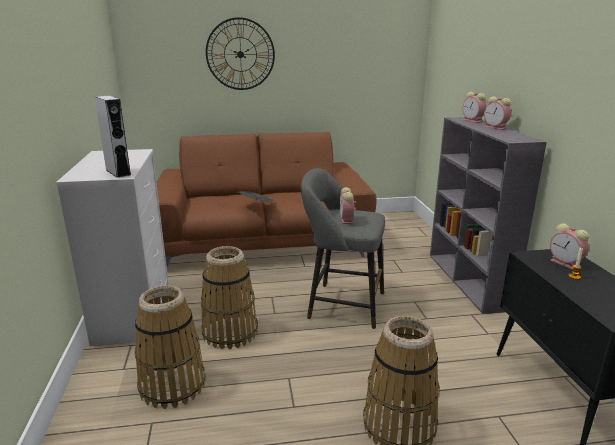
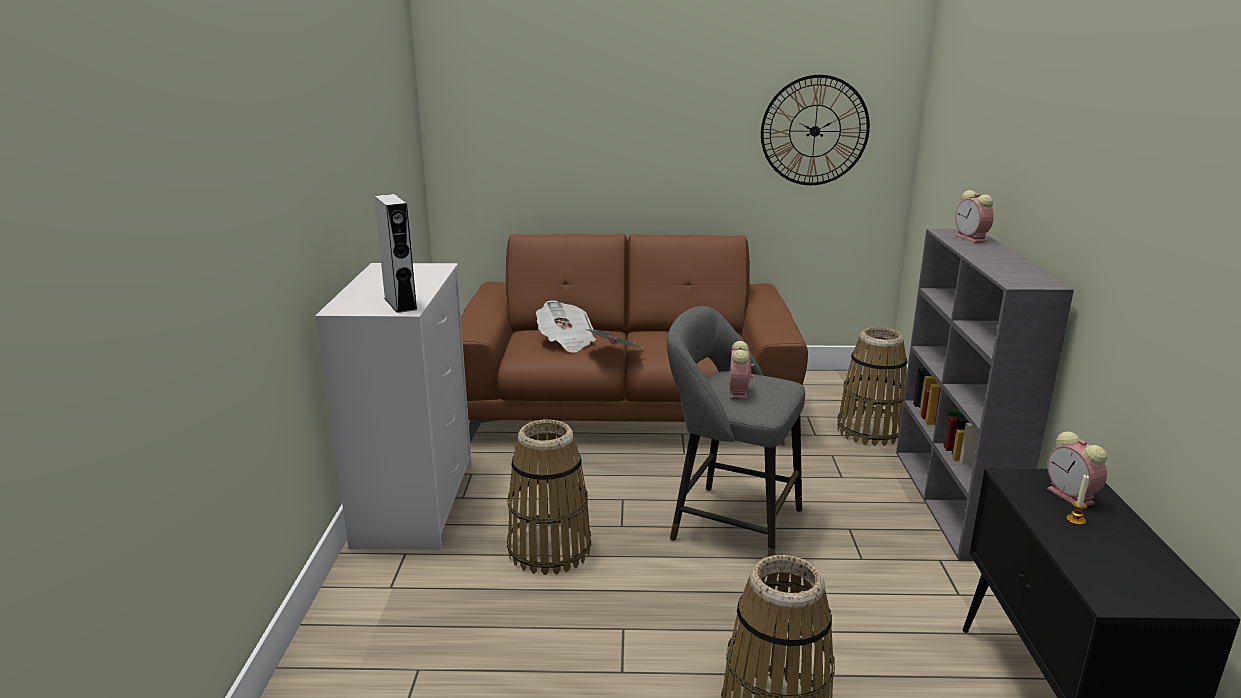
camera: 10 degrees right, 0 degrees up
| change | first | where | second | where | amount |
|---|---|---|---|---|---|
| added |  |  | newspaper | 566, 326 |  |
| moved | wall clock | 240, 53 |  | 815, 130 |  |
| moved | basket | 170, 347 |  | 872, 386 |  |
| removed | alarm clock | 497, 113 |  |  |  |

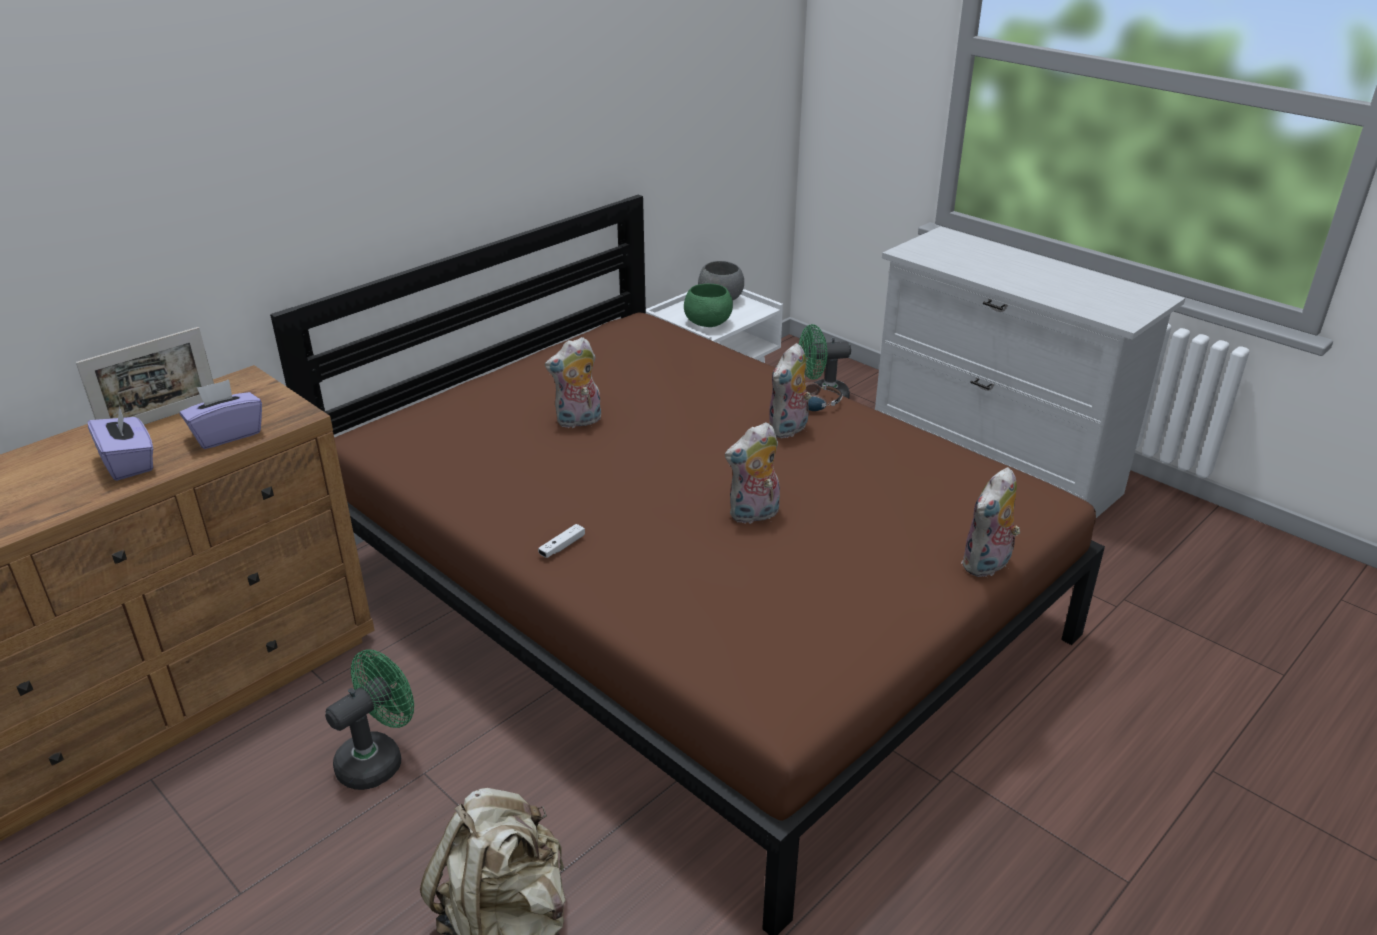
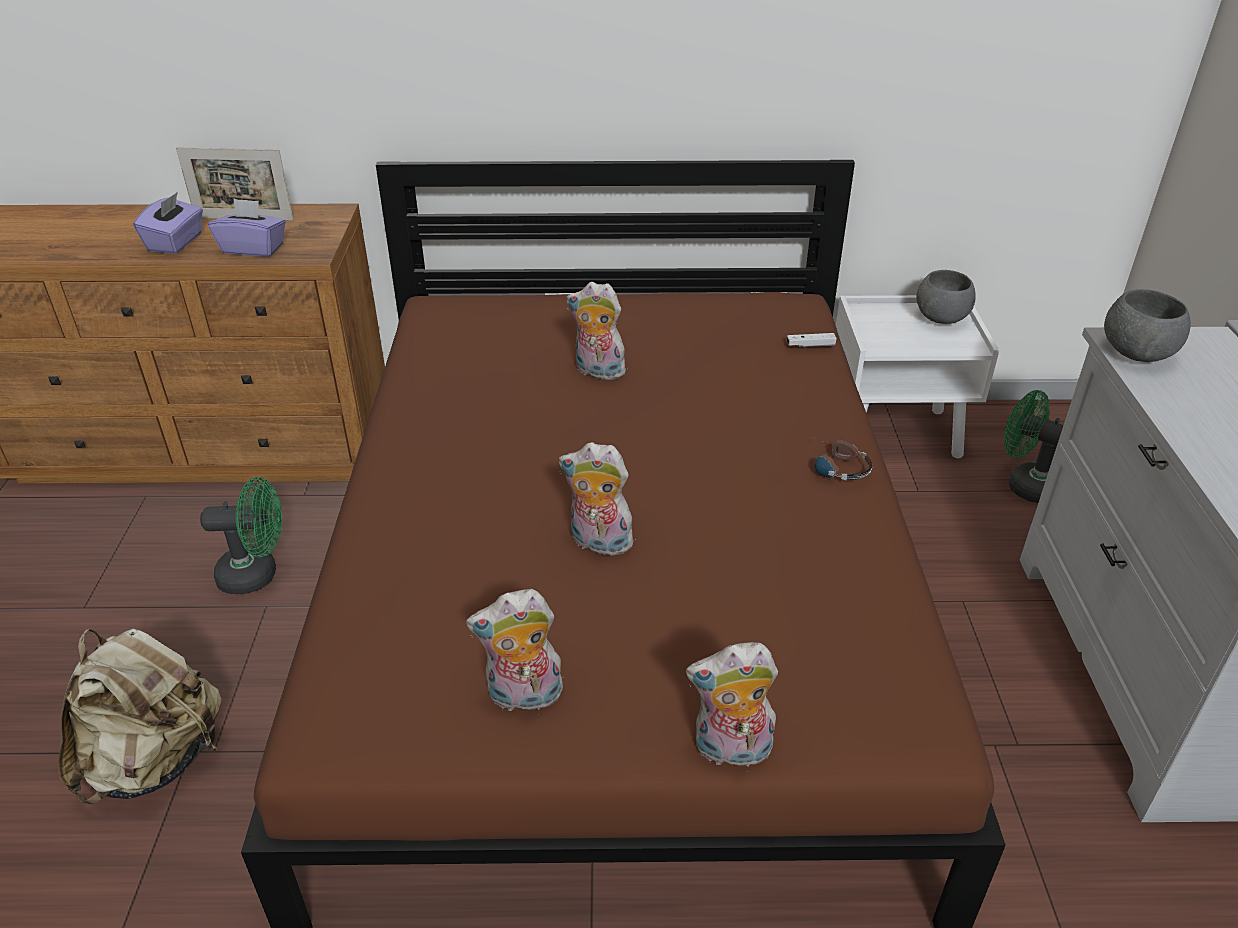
camera: 45 degrees right, 5 degrees up
| change | first | where | second | where | amount |
|---|---|---|---|---|---|
| moved | plush toy | 790, 390 |  | 515, 652 |  |
| moved | game controller (white) | 561, 541 |  | 812, 340 |  |
| added |  |  | bowl (grey) | 1147, 325 |  |
| removed | bowl (green) | 708, 305 |  |  |  |

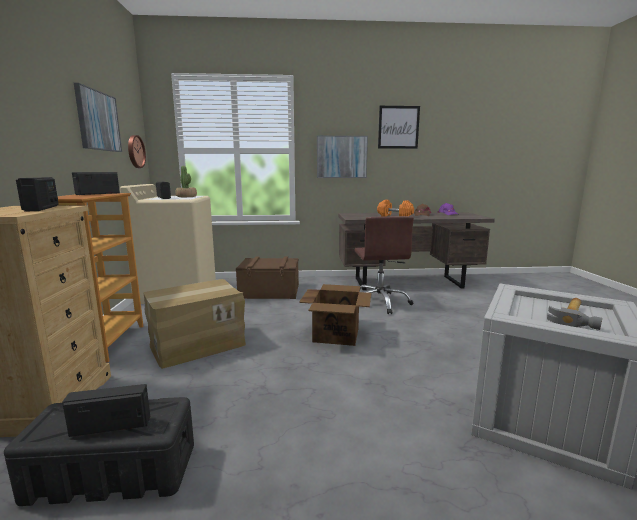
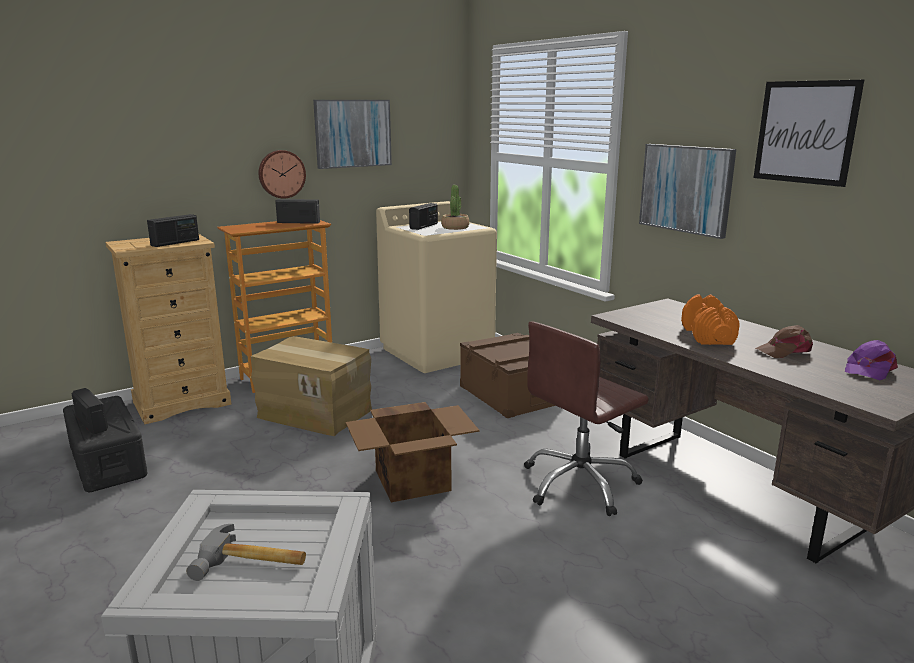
camera: 60 degrees right, 5 degrees up
| change | first | where | second | where | amount |
|---|---|---|---|---|---|
| moved | wall clock | 137, 151 |  | 282, 174 |  |

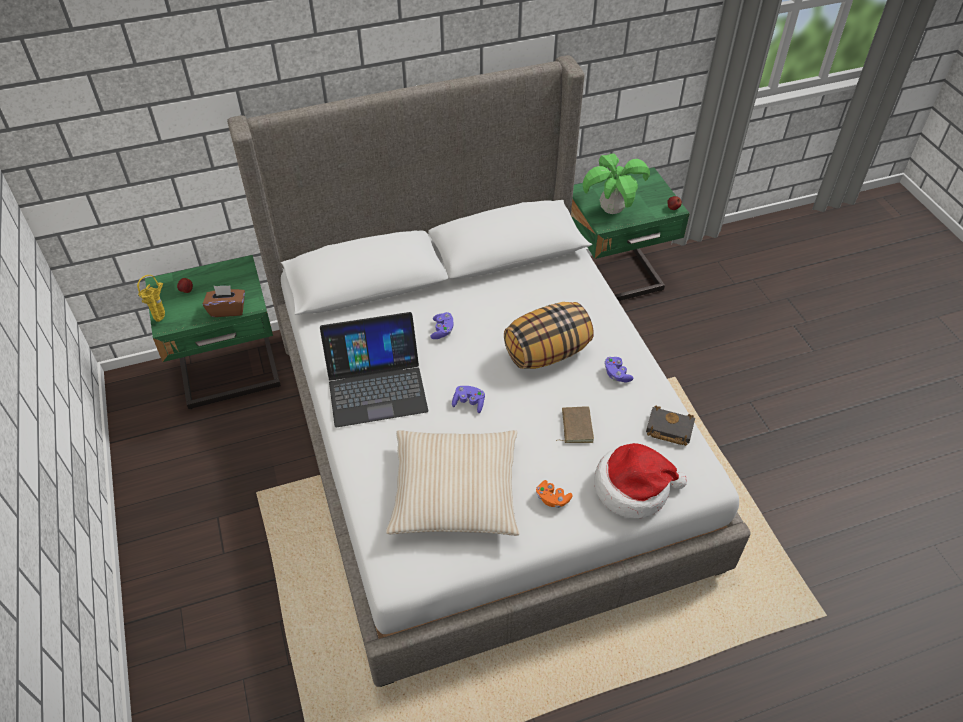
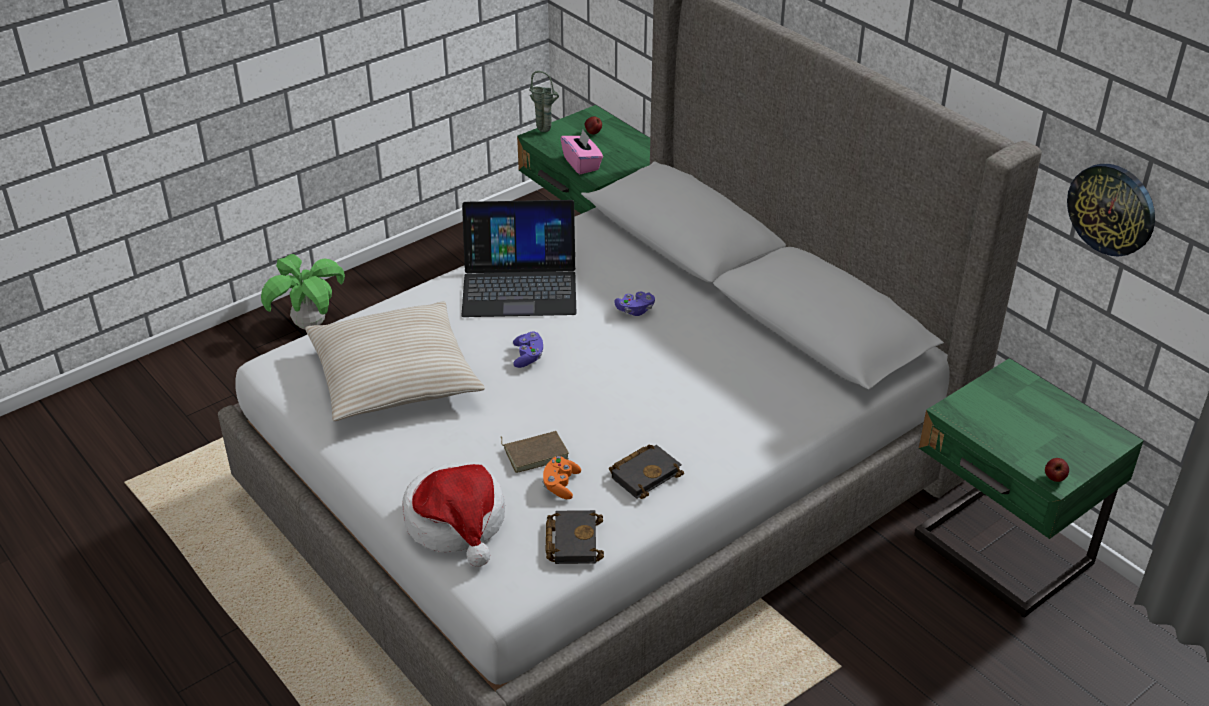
camera: 70 degrees right, 10 degrees down
| change | first | where | second | where | amount |
|---|---|---|---|---|---|
| moved | potted plant | 616, 183 |  | 303, 291 |  |
| turned | laptop | 374, 369 |  | 519, 258 | 60 degrees counterclockwise |
| recoloured | vase (yellow) | 151, 298 | vase (green) | 544, 101 |  |
| moved | game controller (orange) | 554, 494 |  | 561, 477 |  |
| recoloured | tissue box (brown) | 224, 301 | tissue box (pink) | 581, 152 |  |
| replaced | game controller (purple) | 619, 369 | book (black) | 646, 472 |  |
| added |  |  | wall clock | 1111, 210 |  |
| removed | pillow | 549, 335 |  |  |  |

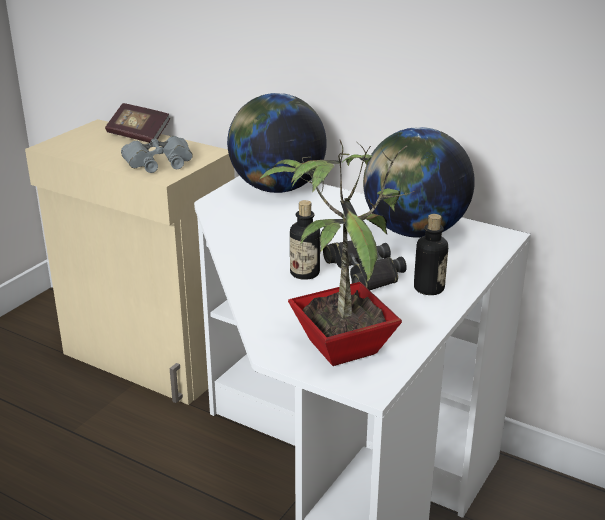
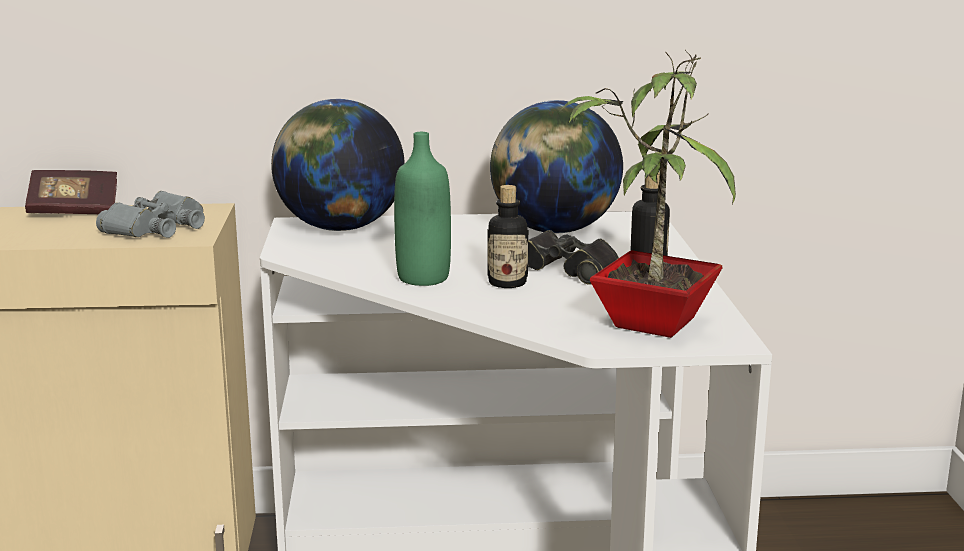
camera: 35 degrees left, 10 degrees down
| change | first | where | second | where | amount |
|---|---|---|---|---|---|
| added |  |  | bottle (green) | 422, 209 |  |

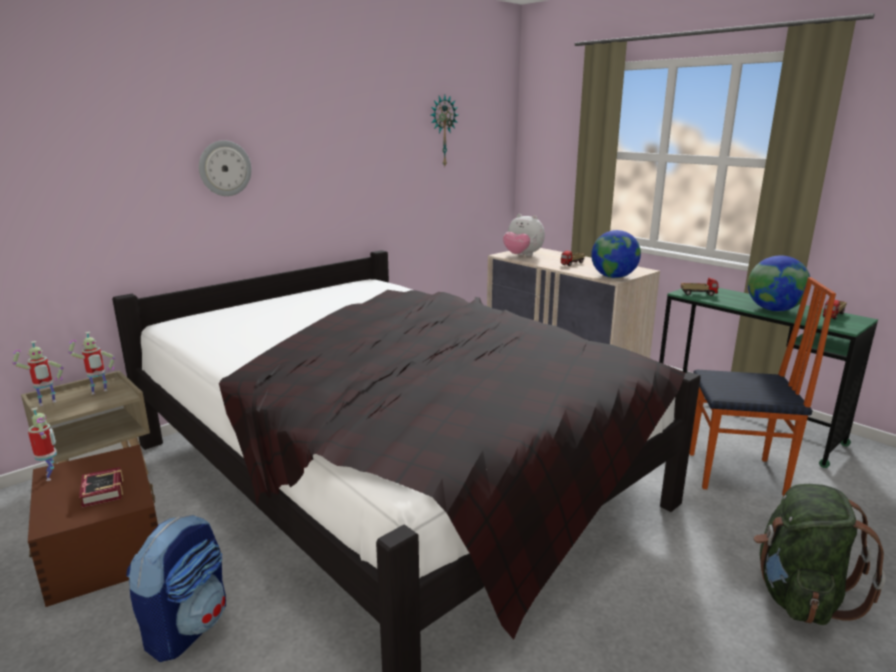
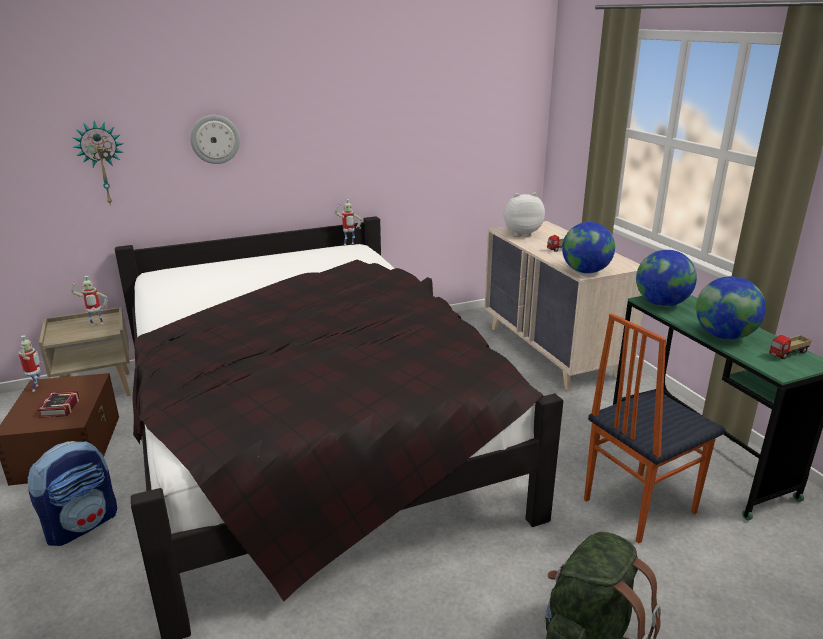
camera: 20 degrees right, 5 degrees up
| change | first | where | second | where | amount |
|---|---|---|---|---|---|
| moved | wall clock | 444, 130 |  | 98, 163 |  |
| moved | toy robot | 38, 373 |  | 348, 222 |  |
| turned | plush toy | 524, 235 |  | 524, 214 | 120 degrees clockwise |
| turned | chair | 762, 386 |  | 654, 428 | 120 degrees clockwise |
| replaced | toy truck | 699, 287 | globe | 666, 278 |  |

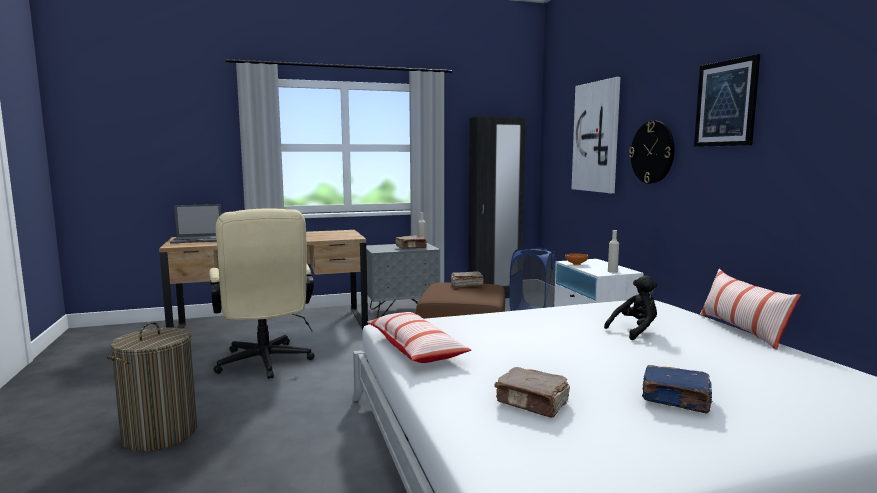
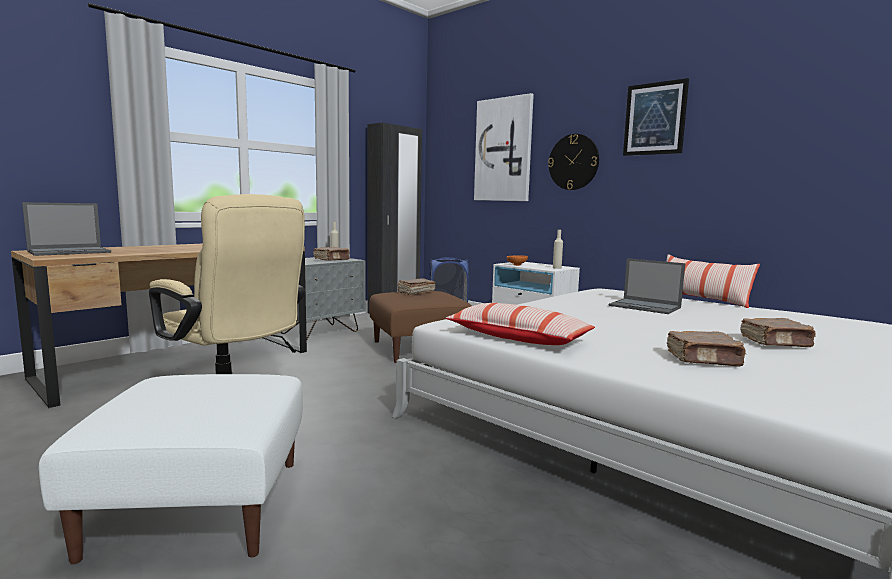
camera: 30 degrees left, 0 degrees up
| change | first | where | second | where | amount |
|---|---|---|---|---|---|
| replaced | laundry basket | 152, 387 | ottoman (white) | 171, 469 |  |
| replaced | plush toy (black) | 630, 307 | laptop | 647, 286 |  |
| recoloured | book (blue) | 677, 389 | book (brown) | 778, 332 |  |

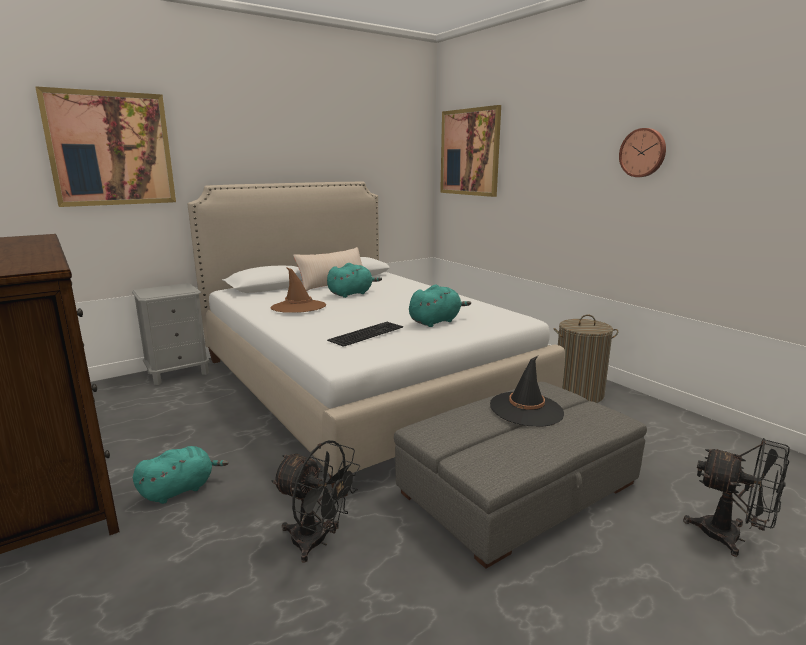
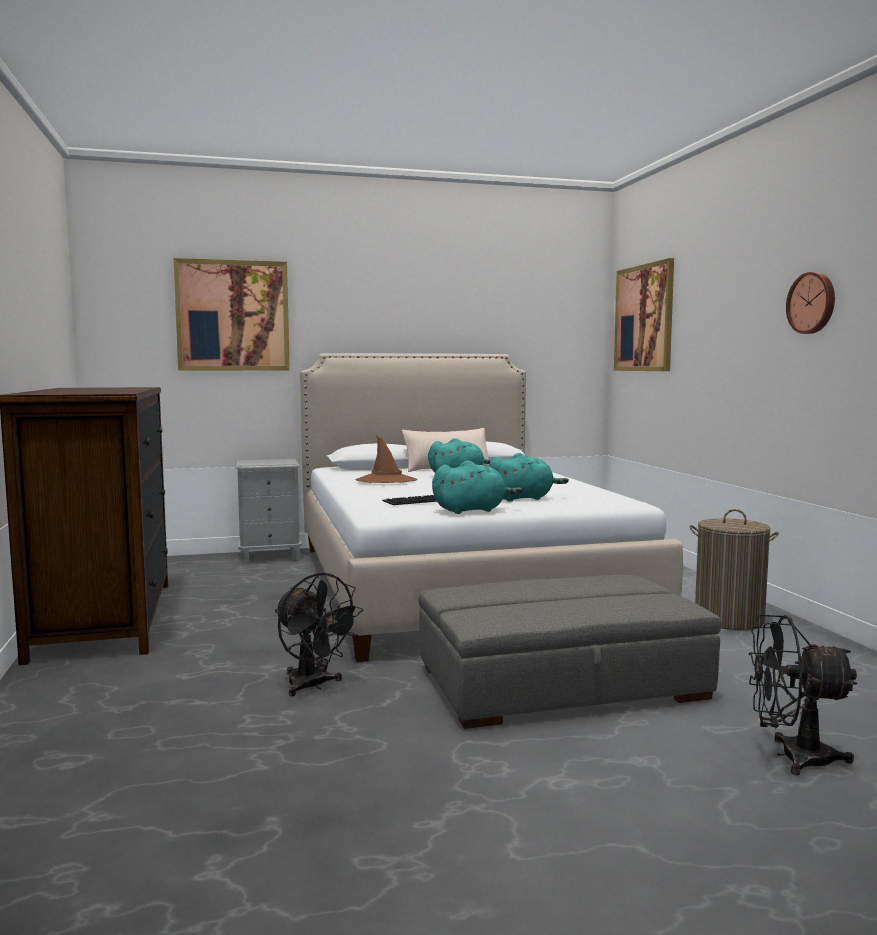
camera: 20 degrees right, 10 degrees down
| change | first | where | second | where | amount |
|---|---|---|---|---|---|
| moved | plush toy (turquoise) | 181, 475 |  | 477, 487 |  |
| turned | fan (black) | 736, 497 |  | 802, 695 | 135 degrees clockwise |
| removed | hat (black) | 527, 391 |  |  |  |

